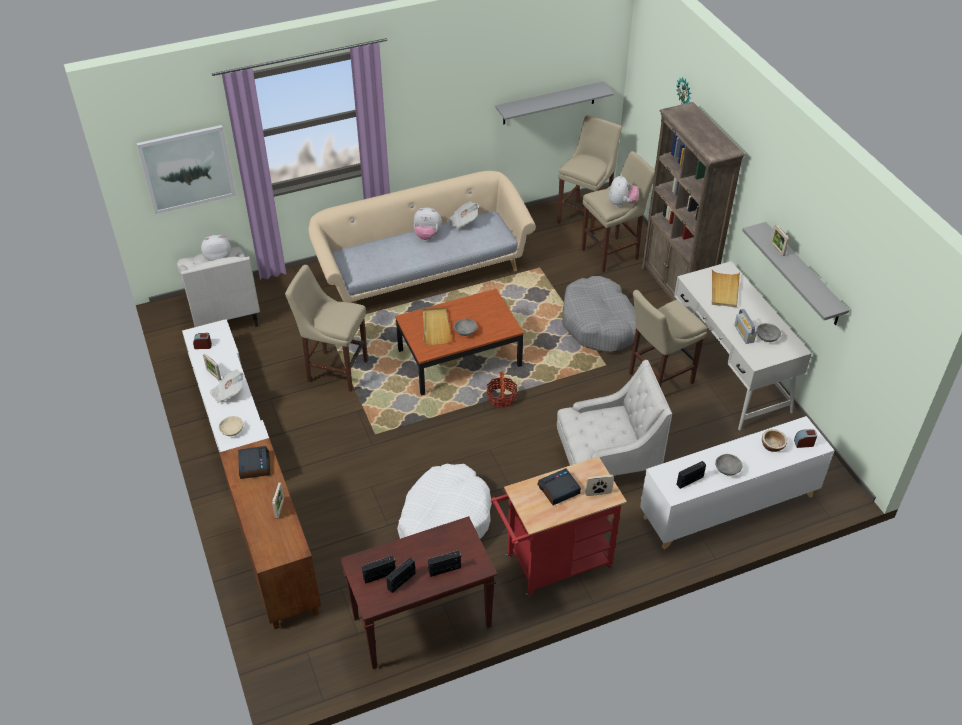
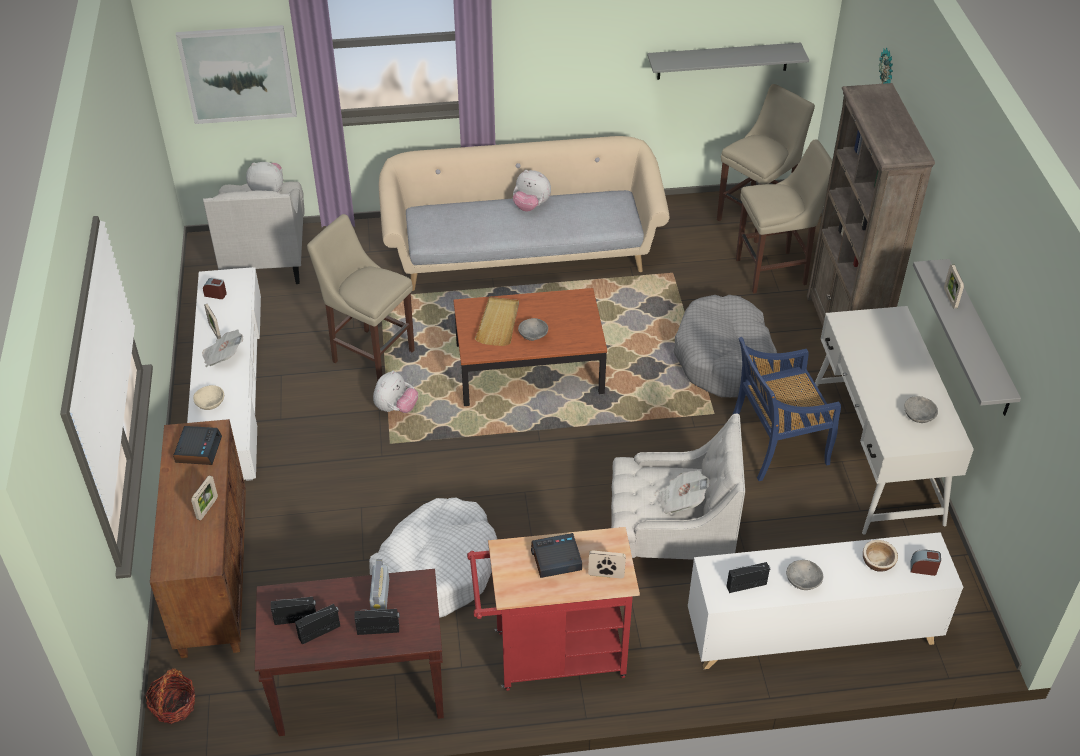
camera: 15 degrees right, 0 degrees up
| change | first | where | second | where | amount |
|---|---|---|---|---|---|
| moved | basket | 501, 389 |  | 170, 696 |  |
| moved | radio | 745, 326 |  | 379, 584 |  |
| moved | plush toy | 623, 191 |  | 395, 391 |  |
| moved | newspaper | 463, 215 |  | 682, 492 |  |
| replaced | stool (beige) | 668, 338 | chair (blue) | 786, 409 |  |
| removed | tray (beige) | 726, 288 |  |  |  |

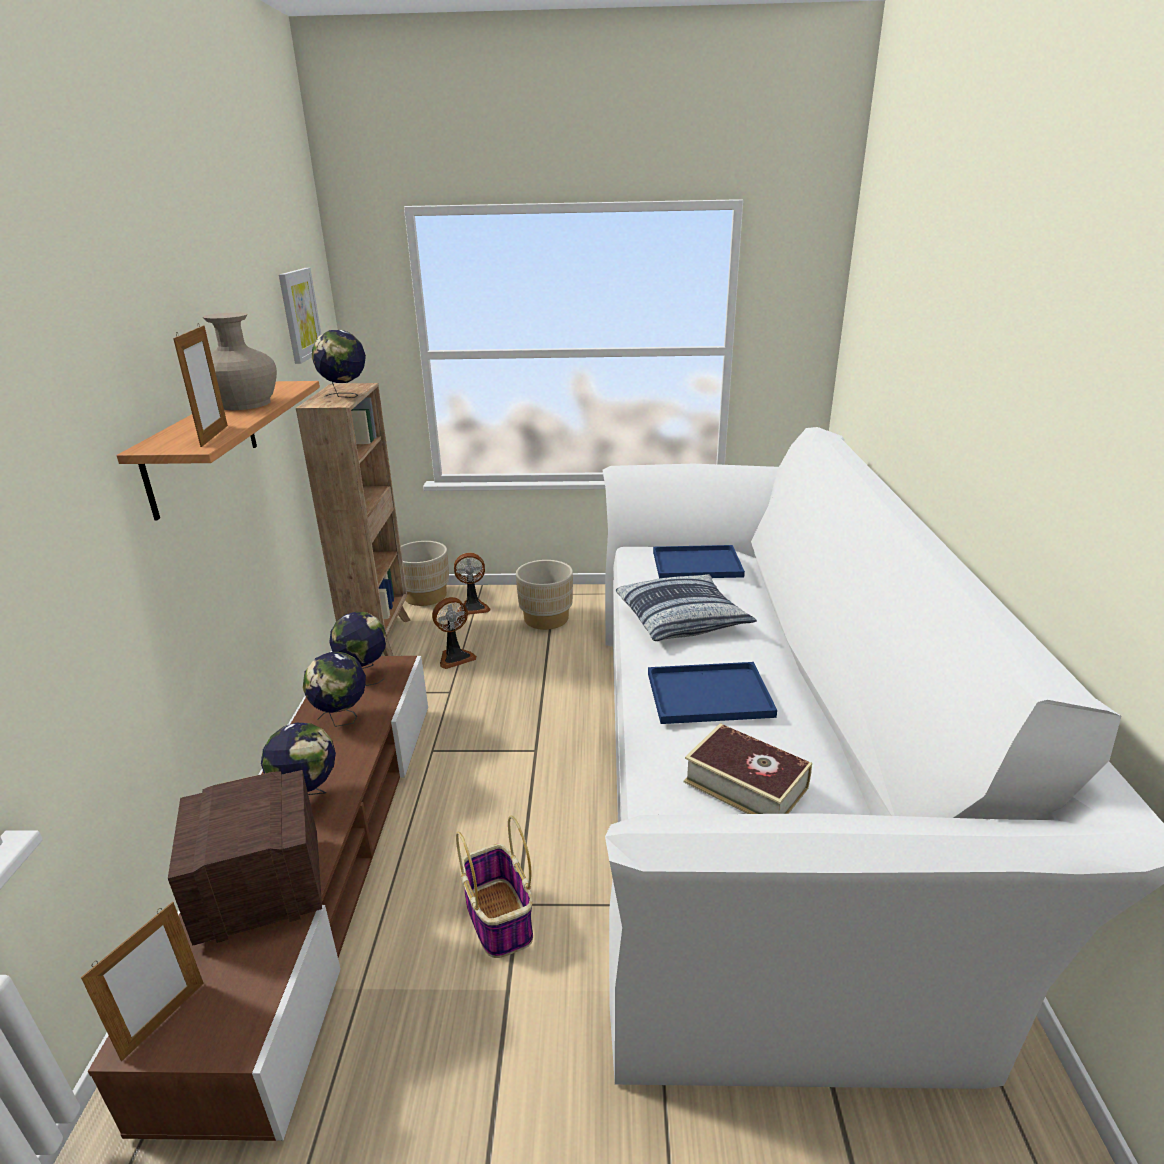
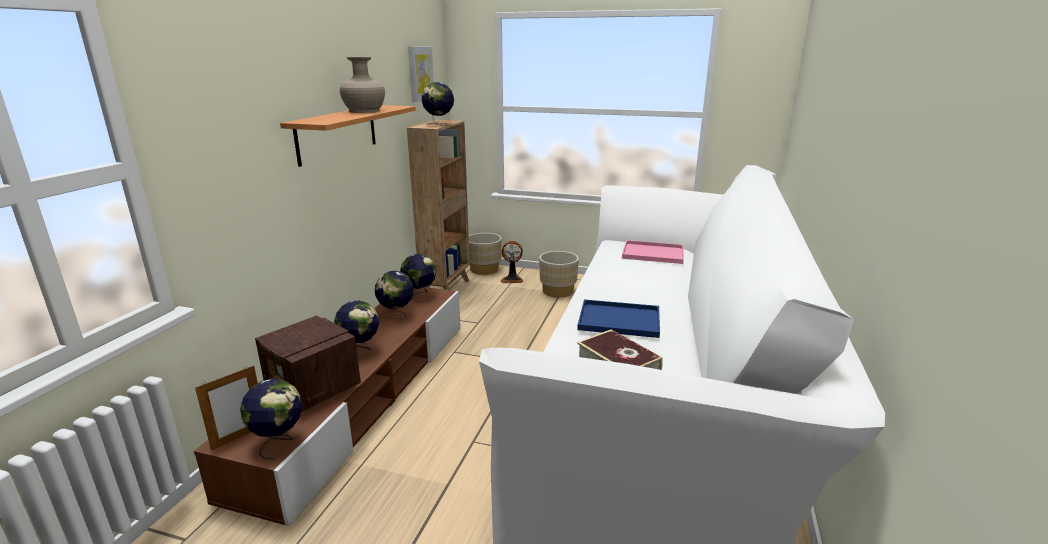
camera: 15 degrees right, 5 degrees down
| change | first | where | second | where | amount |
|---|---|---|---|---|---|
| added |  |  | globe | 271, 419 |  |
| turned | radio | 245, 858 |  | 308, 363 | 135 degrees counterclockwise |
| recoloured | tray (blue) | 699, 561 | tray (pink) | 653, 252 |  |
| removed | picture frame | 200, 385 |  |  |  |
| removed | fan | 454, 633 |  |  |  |
| removed | basket | 494, 887 |  |  |  |
| removed | pillow | 686, 607 |  |  |  |

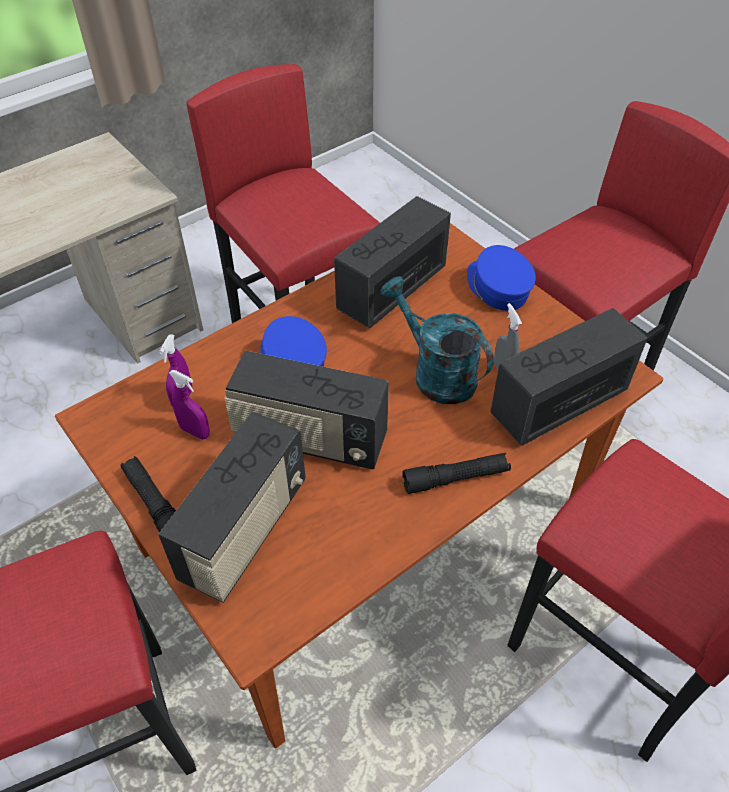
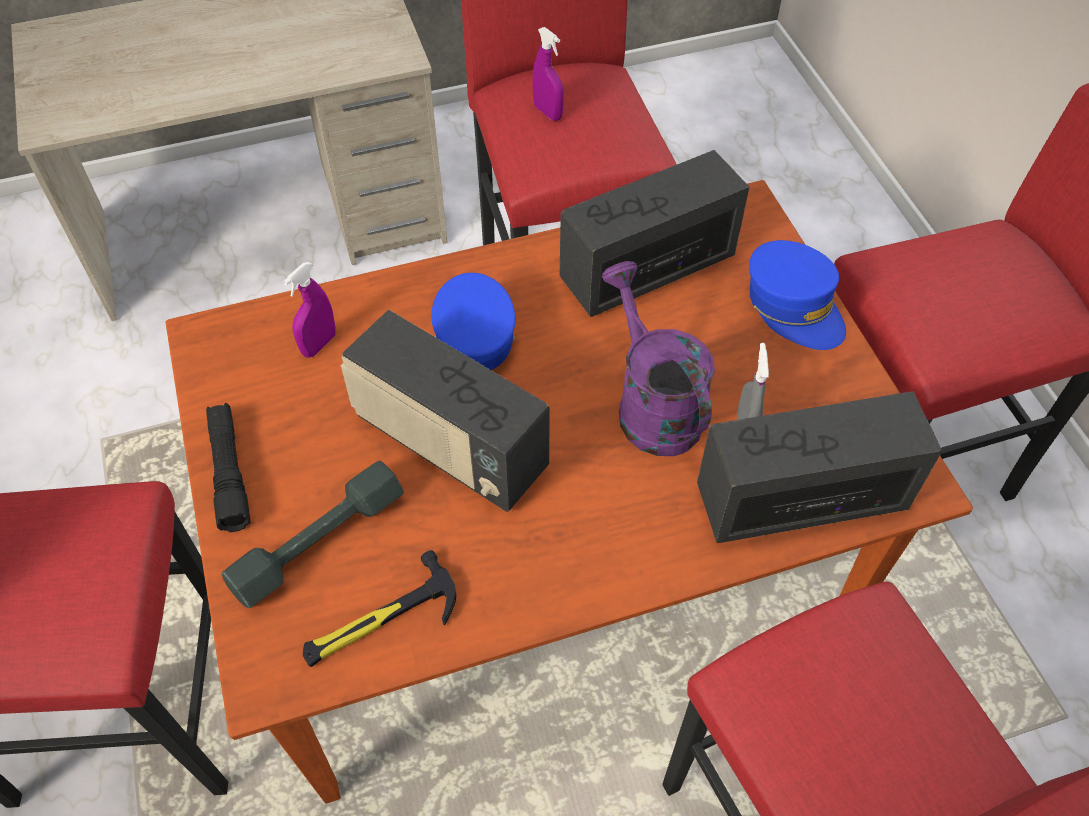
camera: 20 degrees right, 5 degrees up
| change | first | where | second | where | amount |
|---|---|---|---|---|---|
| replaced | radio | 231, 507 | dumbbell (grey) | 313, 534 |  |
| added |  |  | hammer | 379, 608 |  |
| moved | spray bottle (purple) | 189, 405 |  | 548, 74 |  |
| recoloured | watering can (turquoise) | 437, 340 | watering can (purple) | 658, 358 |  |
| turned | cap (blue) | 501, 278 |  | 797, 295 | 150 degrees clockwise |
| removed | flashlight (black) | 456, 473 |  |  |  |

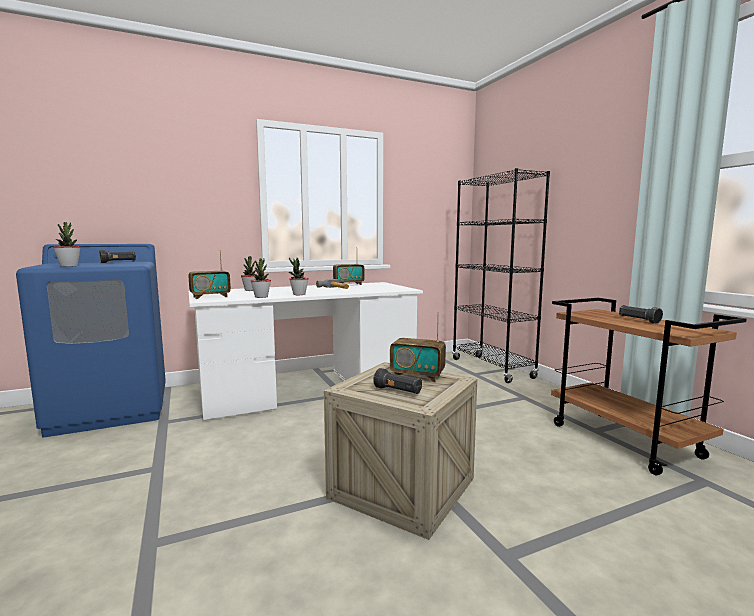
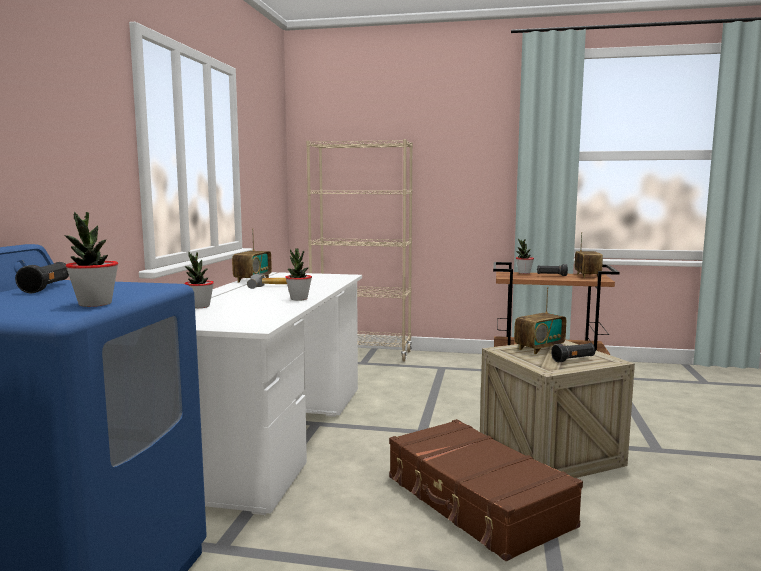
camera: 55 degrees left, 0 degrees up
| change | first | where | second | where | amount |
|---|---|---|---|---|---|
| recoloured | bookcase (black) | 501, 275 | bookcase (beige) | 359, 250 |  |
| added |  |  | suitcase (brown) | 486, 490 |  |
| moved | potted plant | 260, 278 |  | 525, 256 |  |
| moved | radio | 209, 274 |  | 588, 255 |  |

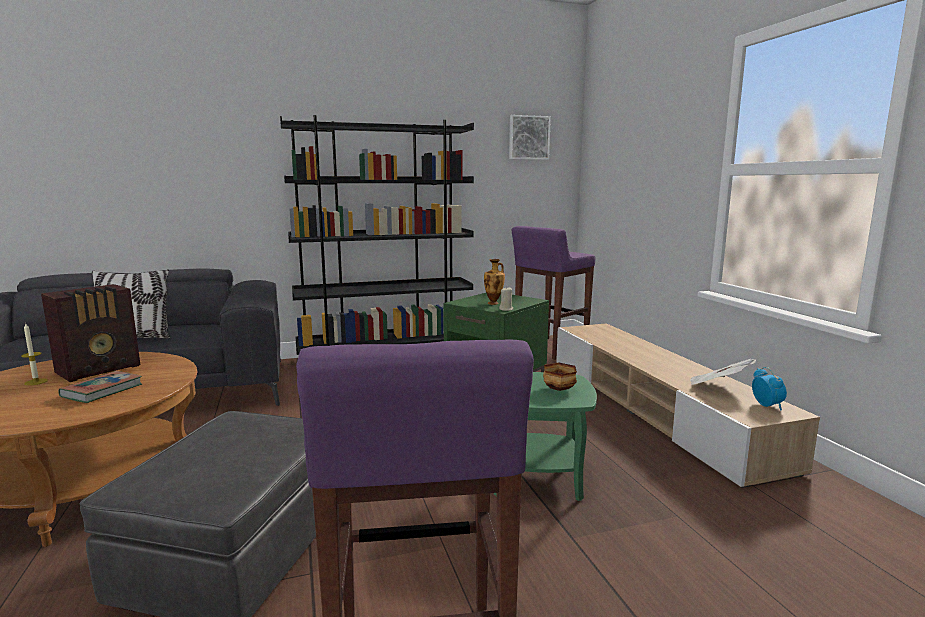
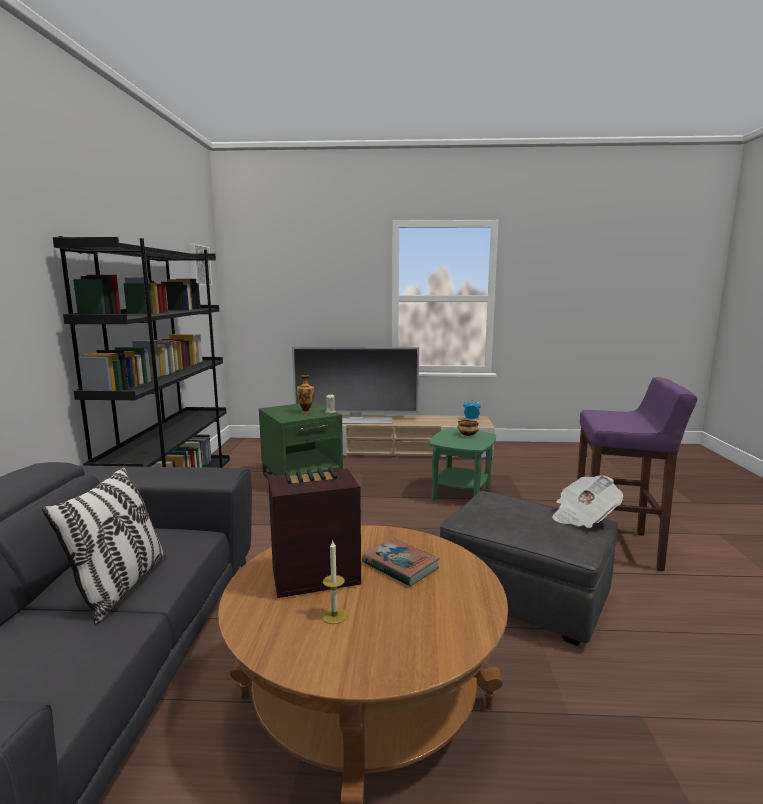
camera: 70 degrees left, 0 degrees up
| change | first | where | second | where | amount |
|---|---|---|---|---|---|
| turned | radio | 90, 333 |  | 314, 532 | 75 degrees counterclockwise |
| added |  |  | television | 355, 385 |  |
| moved | newspaper | 723, 372 |  | 587, 501 |  |
| removed | stool (purple) | 553, 293 |  |  |  |

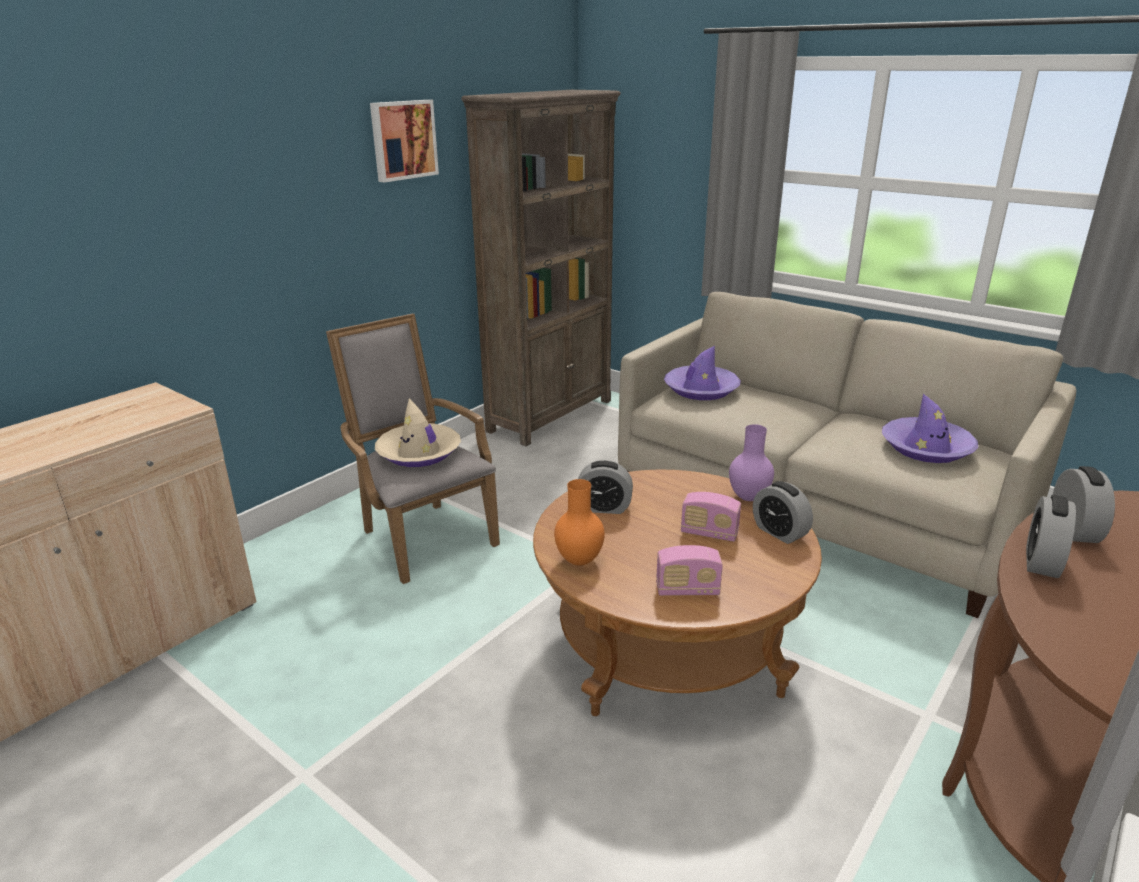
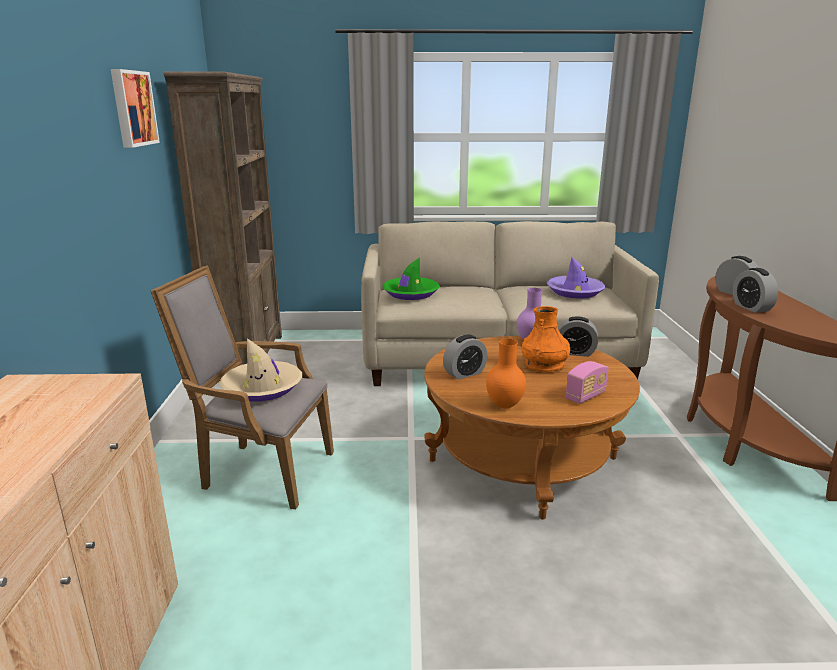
camera: 40 degrees left, 5 degrees down
| change | first | where | second | where | amount |
|---|---|---|---|---|---|
| recoloured | hat (purple) | 702, 373 | hat (green) | 411, 278 |  |
| replaced | radio | 711, 517 | vase (orange) | 545, 339 |  |

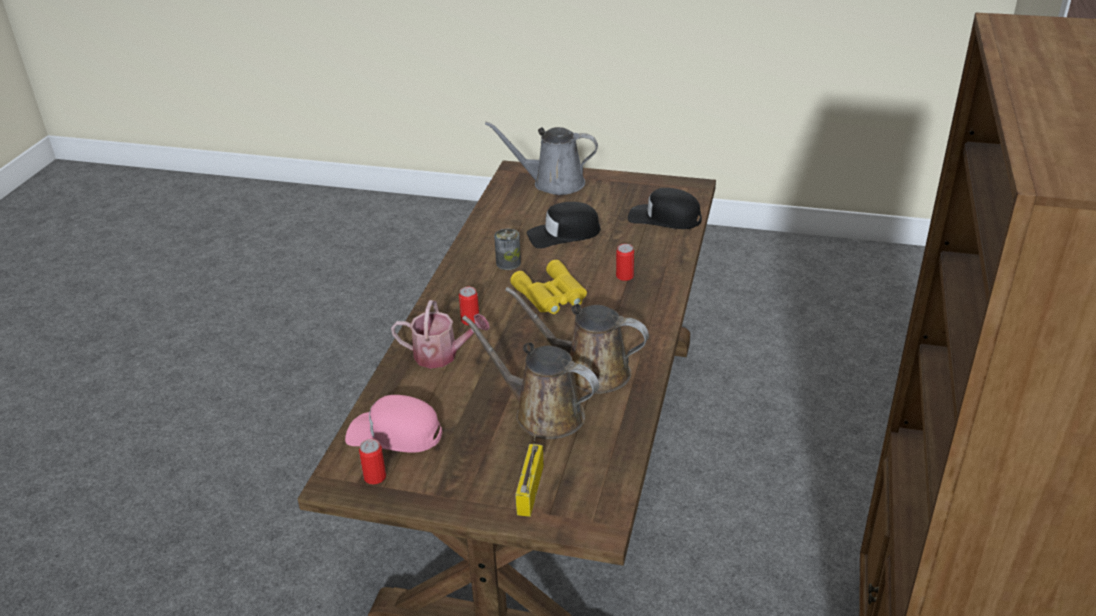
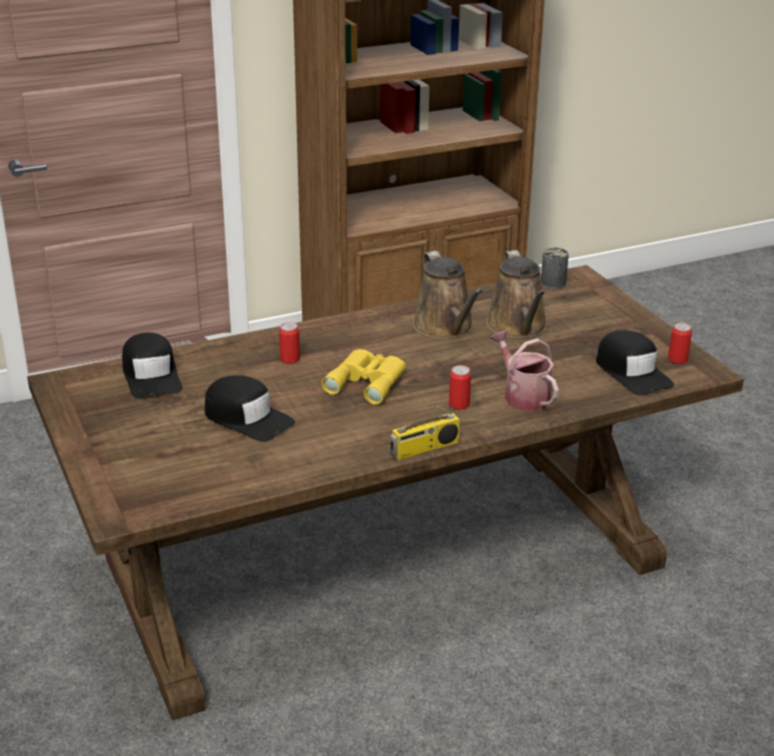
camera: 130 degrees left, 5 degrees down
| change | first | where | second | where | amount |
|---|---|---|---|---|---|
| moved | radio | 529, 468 |  | 425, 425 |  |
| moved | can | 507, 249 |  | 555, 268 |  |
| recoloured | cap (pink) | 393, 424 | cap (black) | 635, 363 |  |
| removed | watering can (grey) | 541, 158 |  |  |  |

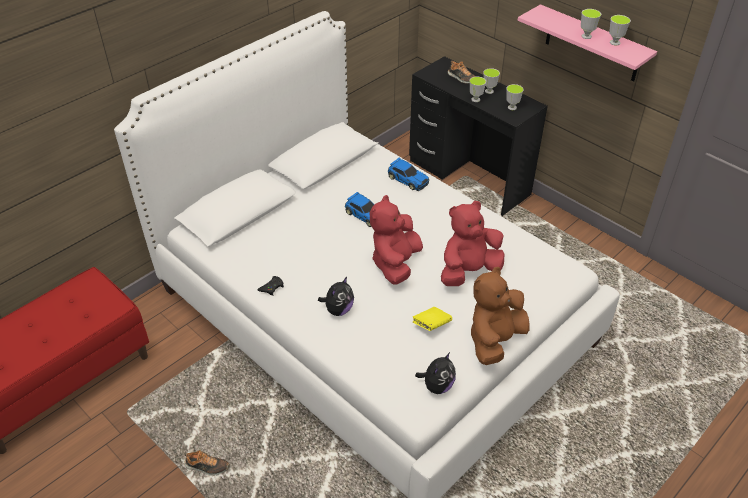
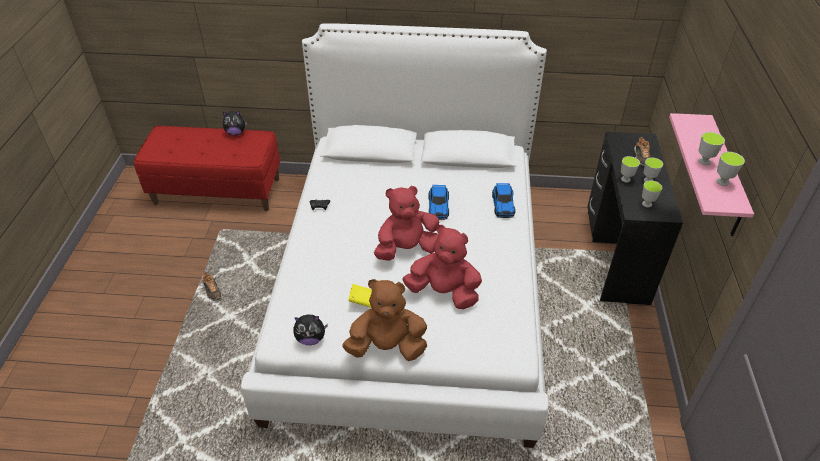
camera: 50 degrees right, 0 degrees up
| change | first | where | second | where | amount |
|---|---|---|---|---|---|
| moved | plush toy | 336, 296 |  | 235, 123 |  |

